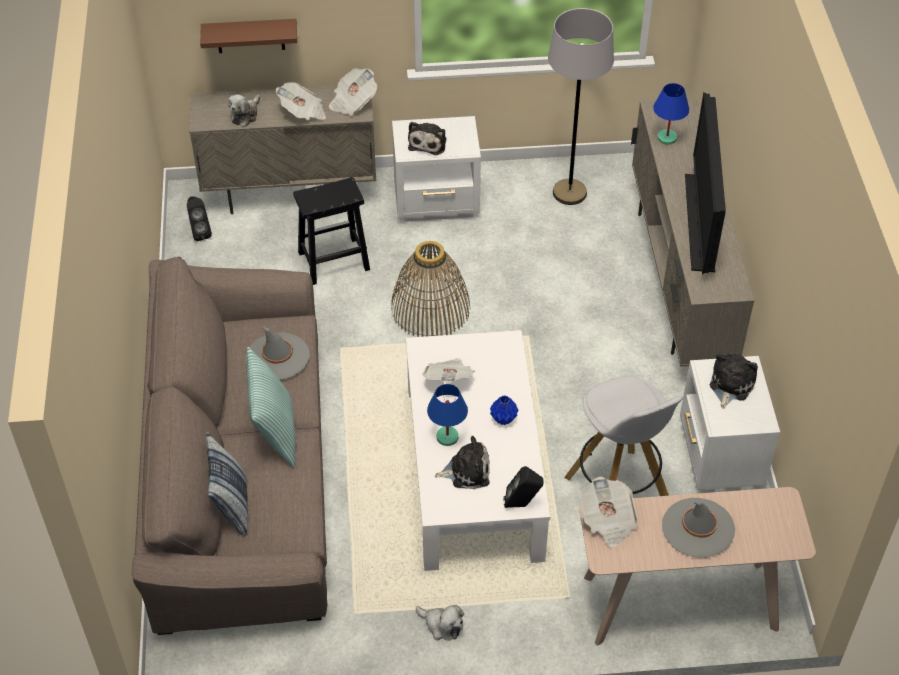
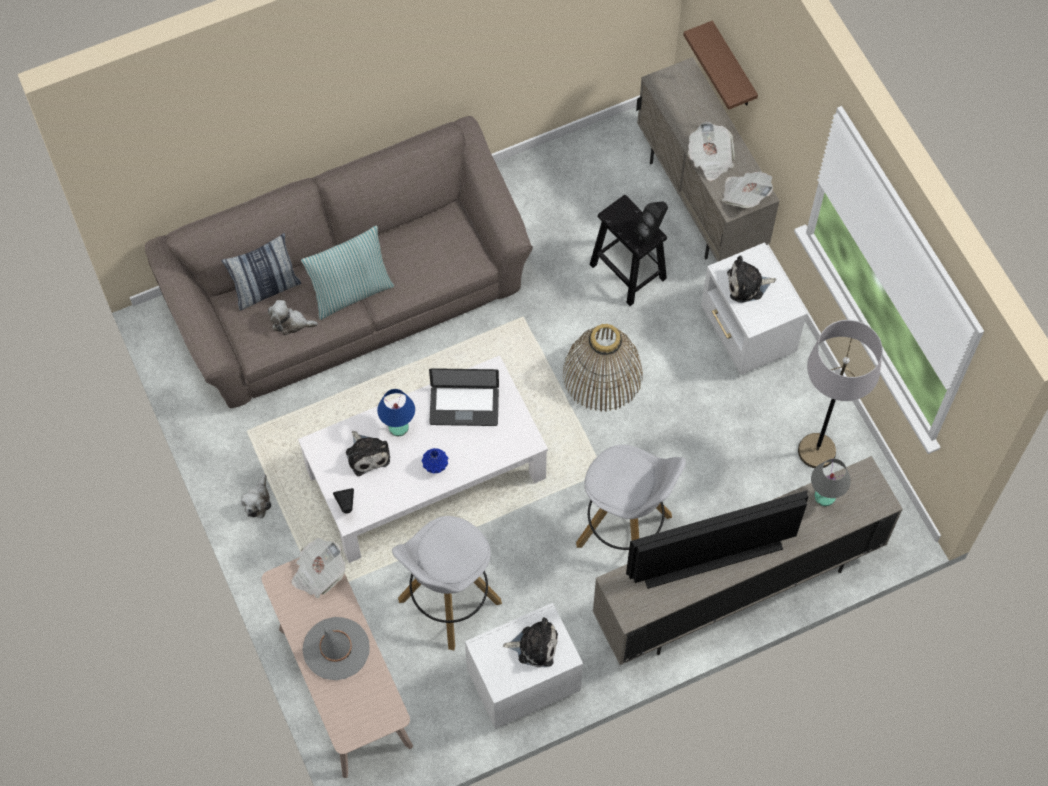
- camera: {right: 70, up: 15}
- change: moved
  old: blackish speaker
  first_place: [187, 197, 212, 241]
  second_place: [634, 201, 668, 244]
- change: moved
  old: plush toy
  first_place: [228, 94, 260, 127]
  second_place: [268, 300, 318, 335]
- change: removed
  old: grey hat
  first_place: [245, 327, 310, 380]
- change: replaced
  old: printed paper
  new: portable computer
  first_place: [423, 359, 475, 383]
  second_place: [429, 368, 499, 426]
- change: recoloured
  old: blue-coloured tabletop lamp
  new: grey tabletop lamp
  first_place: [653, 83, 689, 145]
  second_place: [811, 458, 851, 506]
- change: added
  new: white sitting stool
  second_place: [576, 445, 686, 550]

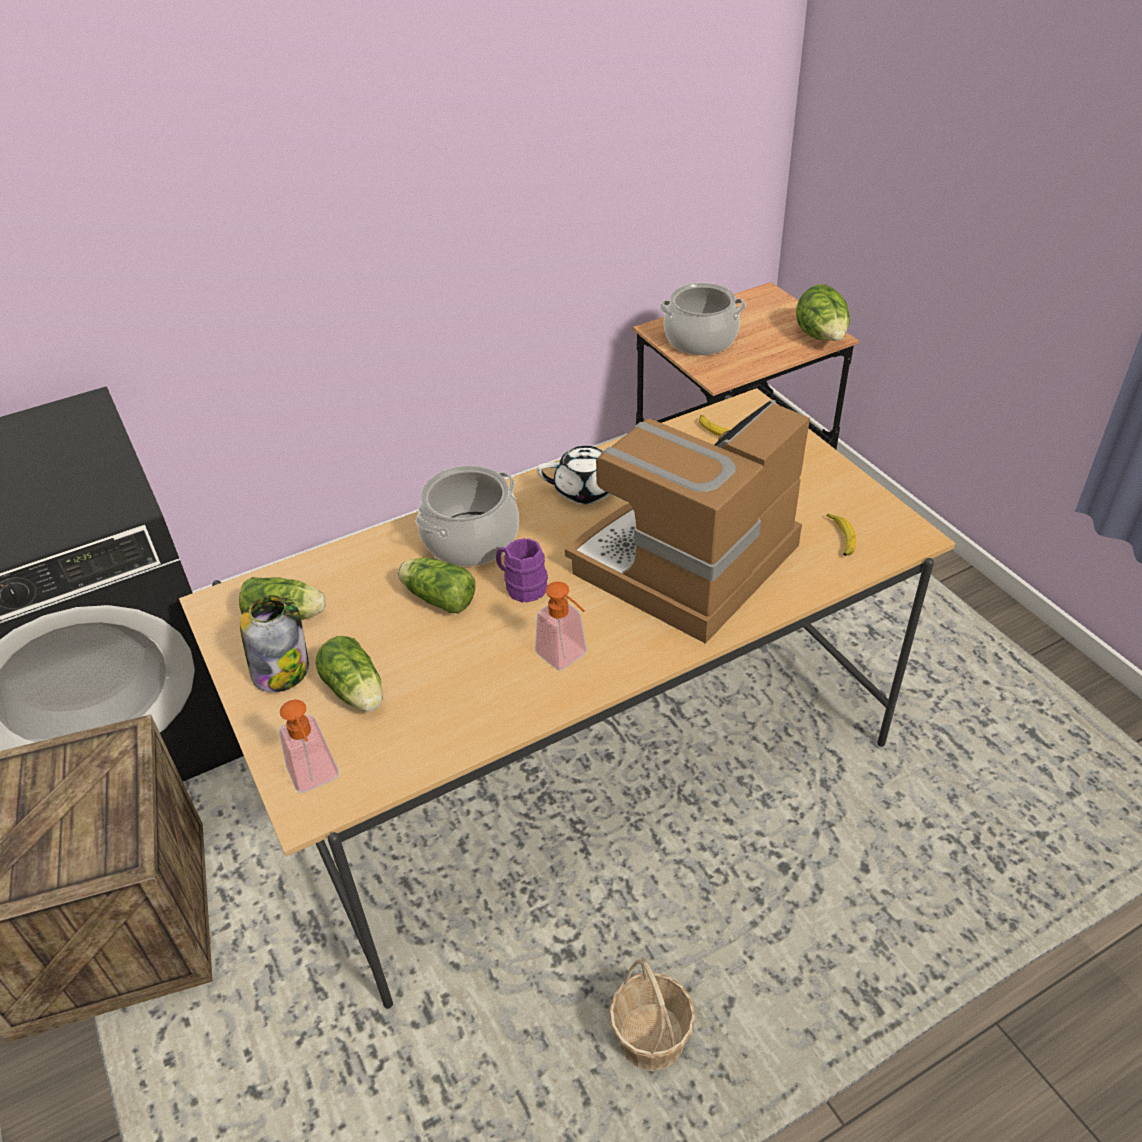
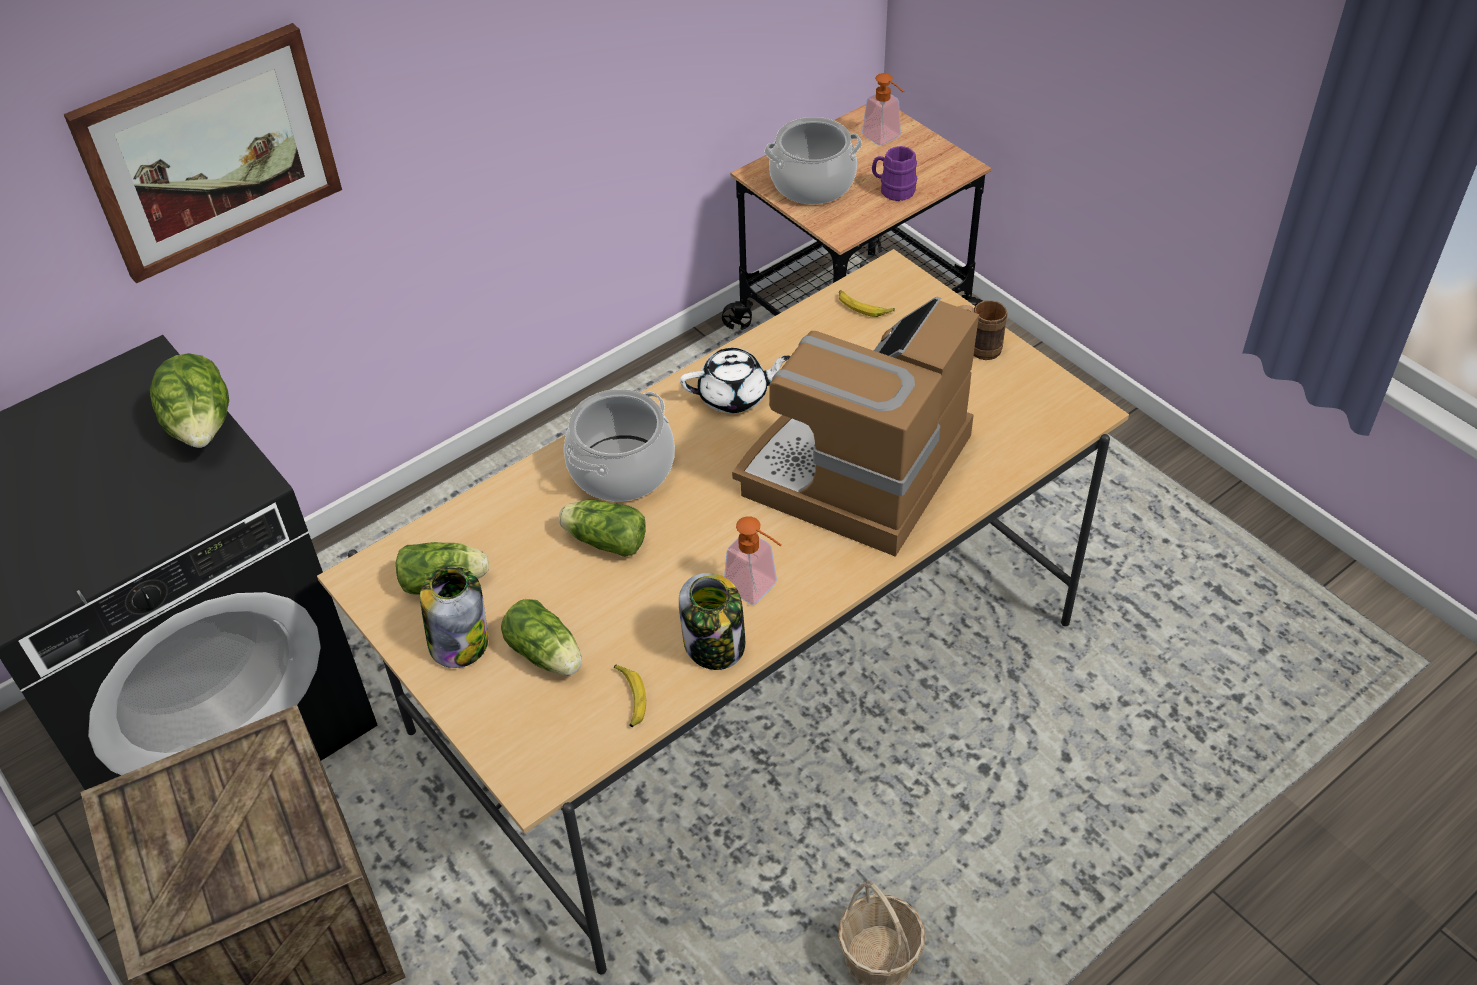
- camera: {right: -10, up: 5}
- change: moved
  old: soap bottle
  first_place: [279, 700, 339, 793]
  second_place: [862, 73, 904, 146]
- change: moved
  old: purple-coloured coffee mug
  first_place: [496, 538, 548, 603]
  second_place: [872, 146, 917, 201]
- change: moved
  old: lettuce head
  first_place: [796, 284, 850, 341]
  second_place: [150, 353, 229, 448]
- change: moved
  old: banana fruit
  first_place: [827, 513, 856, 556]
  second_place: [614, 665, 646, 727]
- change: added
  new: picture
  second_place: [64, 23, 342, 283]
- change: added
  new: storage jar
  second_place: [679, 573, 745, 670]
- change: added
  new: brownish coffee mug
  second_place: [959, 300, 1007, 360]

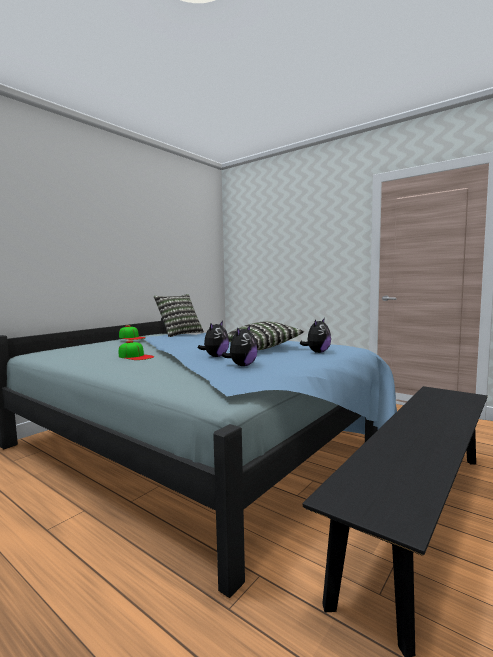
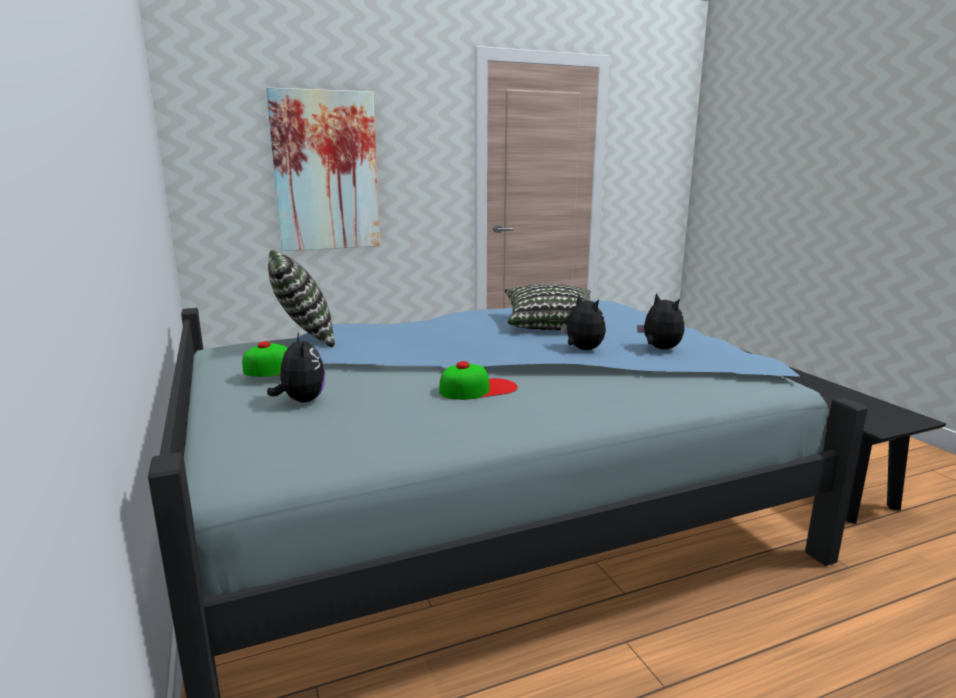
- camera: {right: -60, up: 10}
- change: moved
  old: plush toy
  first_place: [300, 318, 331, 353]
  second_place: [267, 333, 325, 402]
- change: added
  new: picture
  second_place: [266, 87, 380, 251]

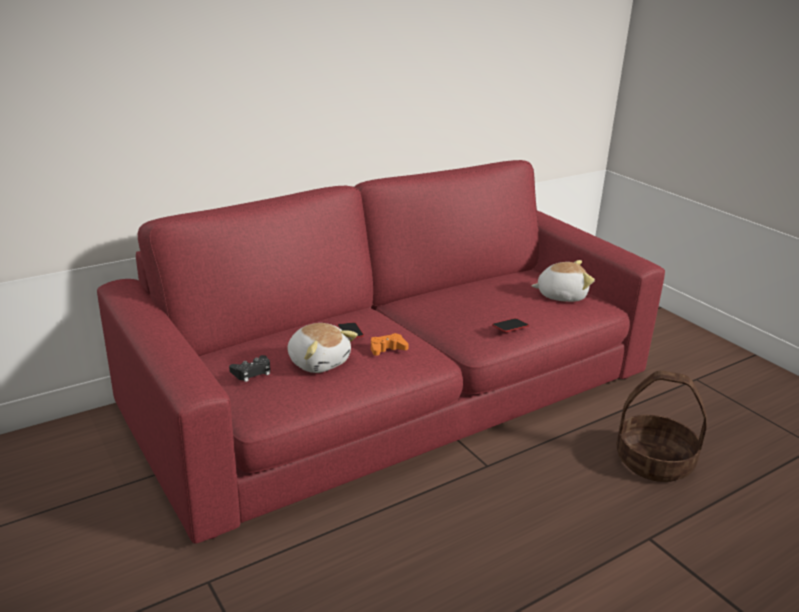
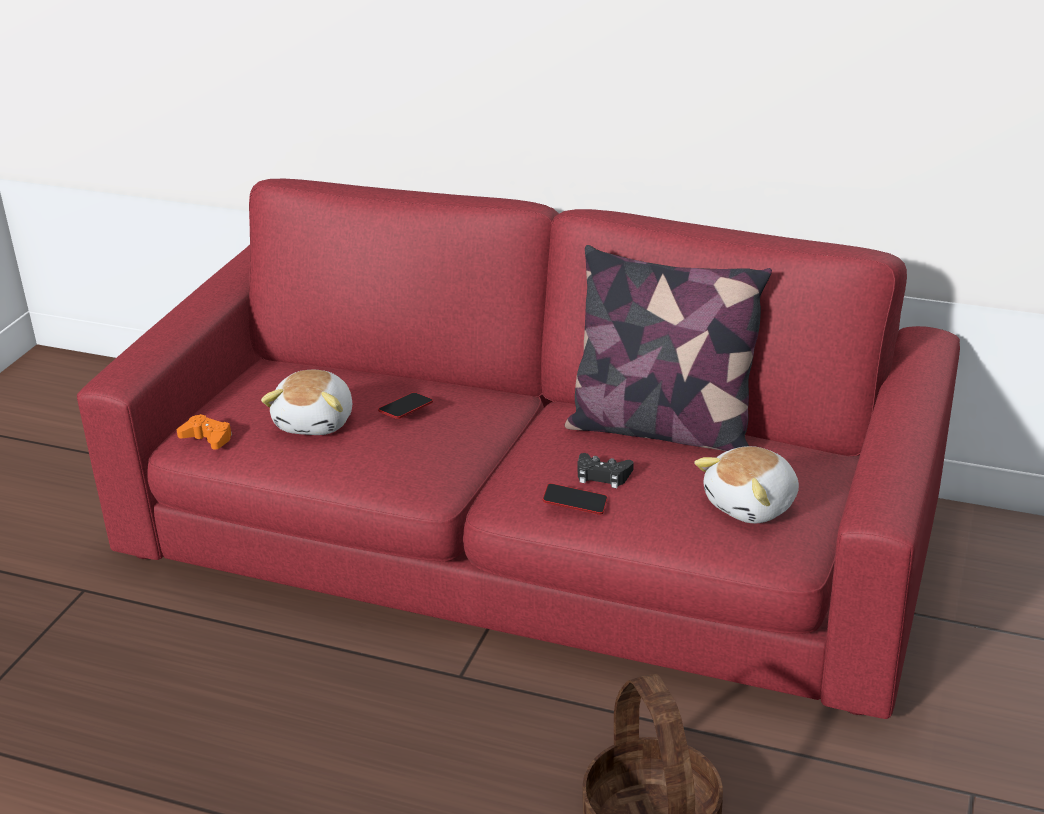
- camera: {right: 55, up: 5}
- change: moved
  old: blackish joypad
  first_place: [229, 355, 270, 382]
  second_place: [577, 453, 634, 488]
- change: moved
  old: orangey joypad
  first_place: [371, 333, 409, 356]
  second_place: [177, 414, 232, 450]
- change: turned
  old: plush toy
  first_place: [531, 260, 595, 302]
  second_place: [694, 446, 799, 523]
  degrees: 90
- change: added
  new: pillow
  second_place: [565, 245, 772, 451]

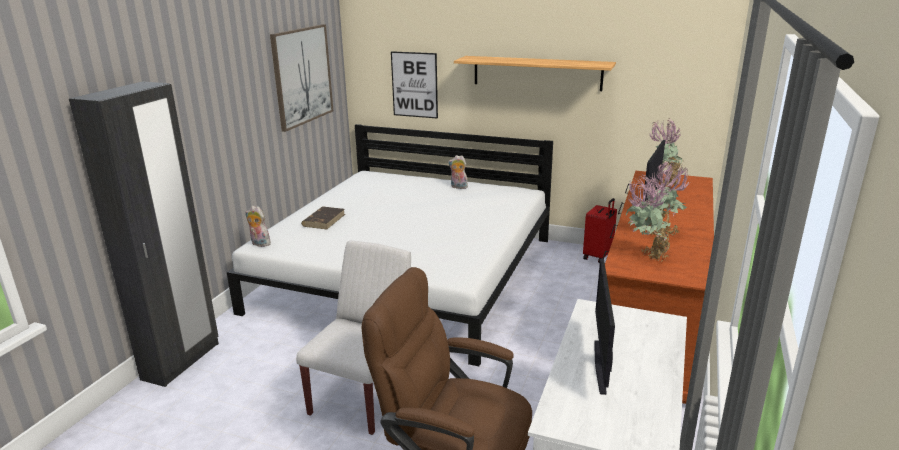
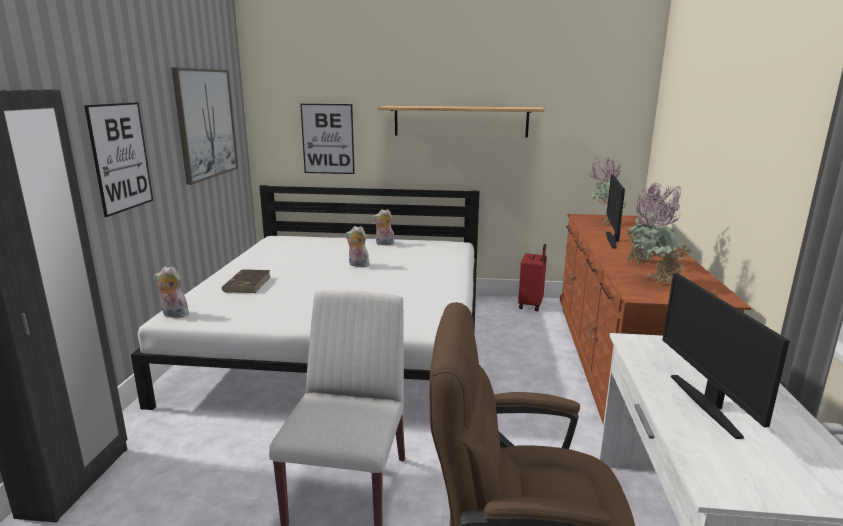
- camera: {right: -15, up: -5}
- change: added
  new: picture
  second_place: [84, 102, 153, 217]
- change: added
  new: plush toy
  second_place: [345, 226, 369, 267]

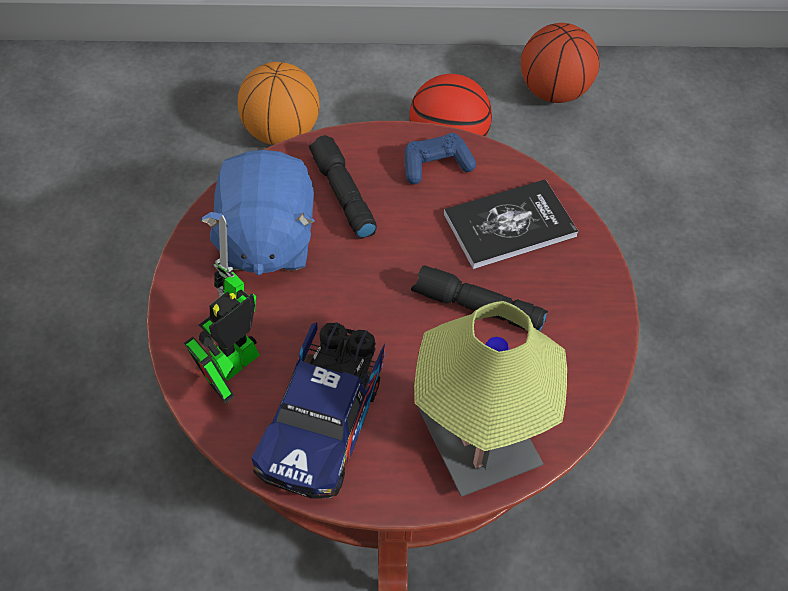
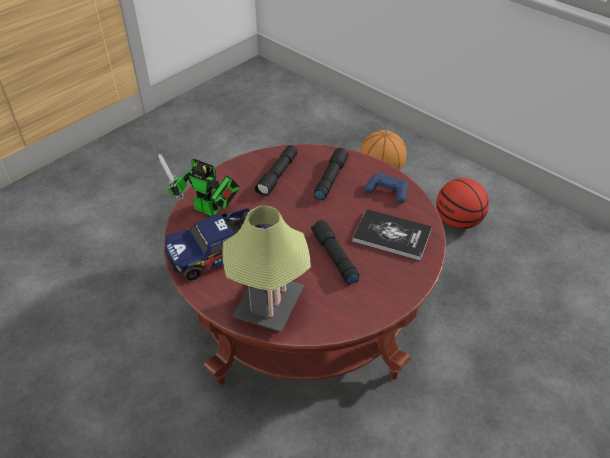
- camera: {right: 45, up: -10}
- change: turned
  old: robot figure
  first_place: [184, 215, 260, 404]
  second_place: [158, 154, 240, 216]
  degrees: -150
- change: replaced
  old: blue-coloured plush toy
  new: blackish flashlight
  first_place: [200, 150, 315, 276]
  second_place: [255, 145, 297, 196]
- change: removed
  old: ball for basketball
  first_place: [521, 23, 600, 103]

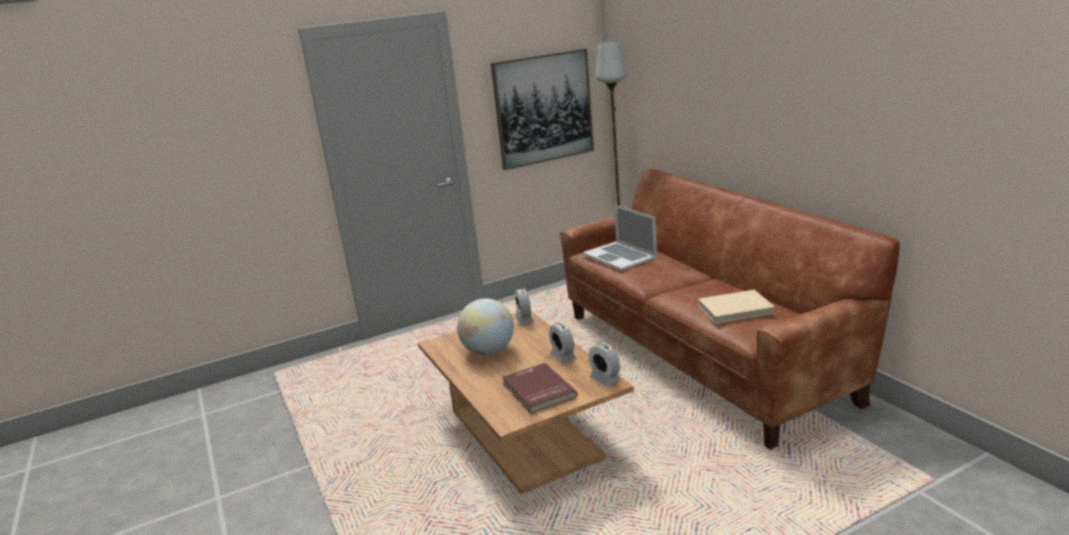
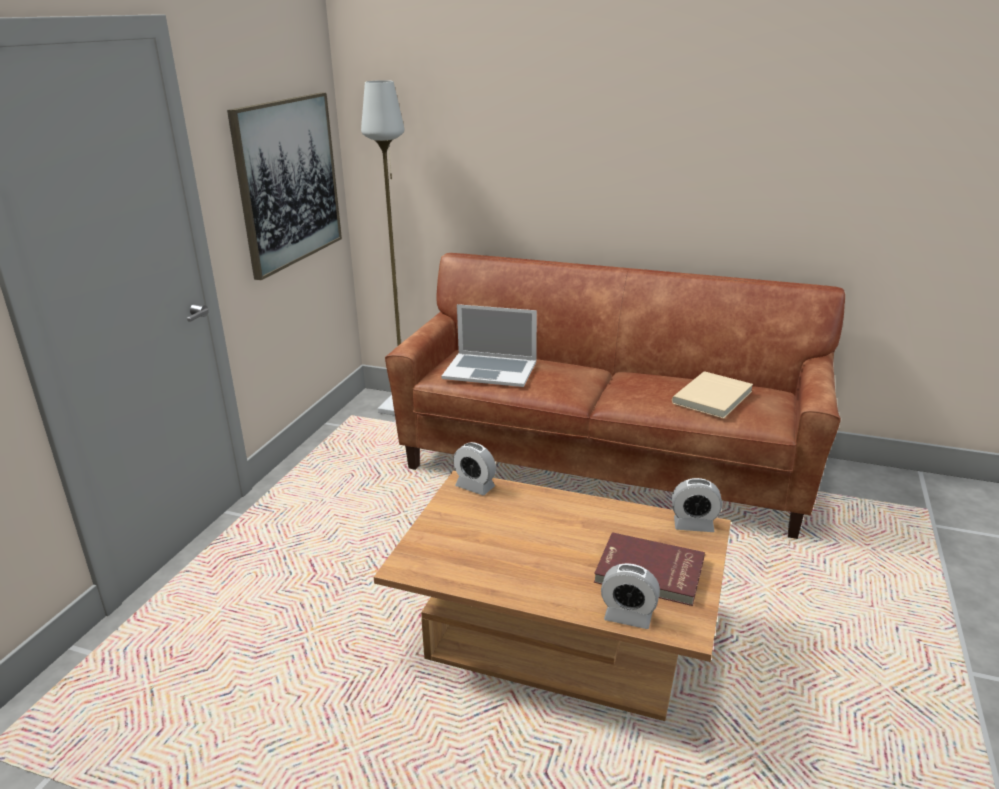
- camera: {right: -45, up: 5}
- change: removed
  old: desk globe
  first_place: [457, 298, 514, 355]
- change: moved
  old: alarm clock
  first_place: [549, 323, 577, 364]
  second_place: [601, 563, 660, 629]

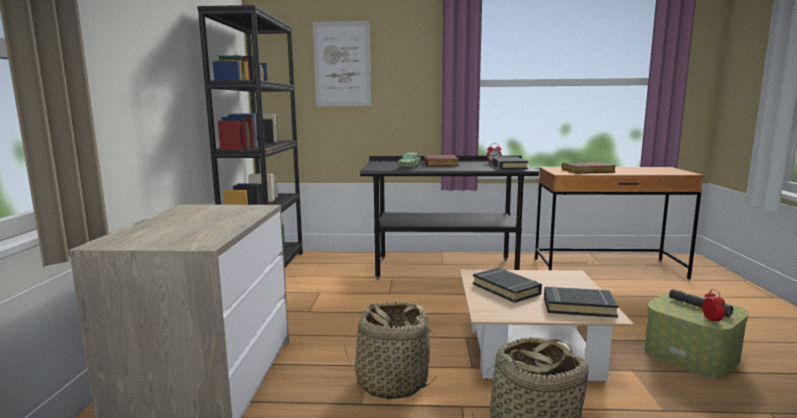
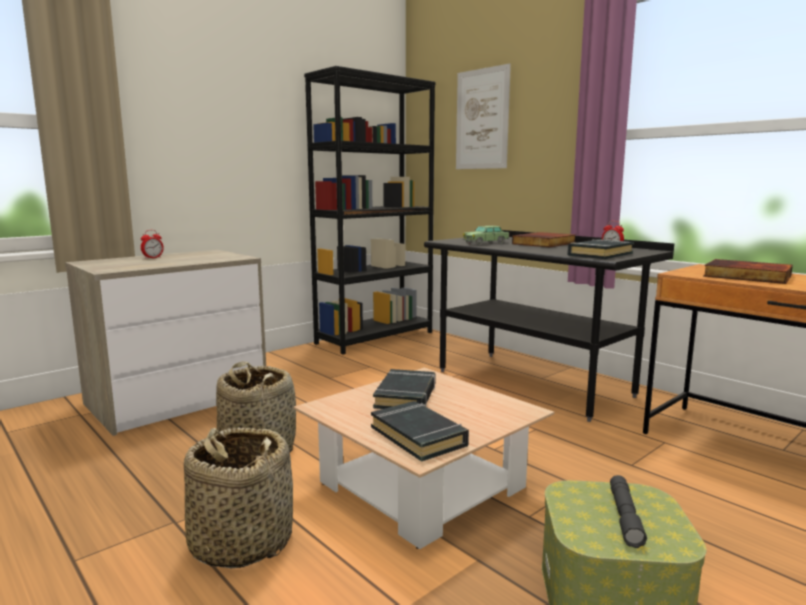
- camera: {right: 45, up: 0}
- change: moved
  old: alarm clock
  first_place: [702, 289, 725, 324]
  second_place: [141, 230, 164, 259]

